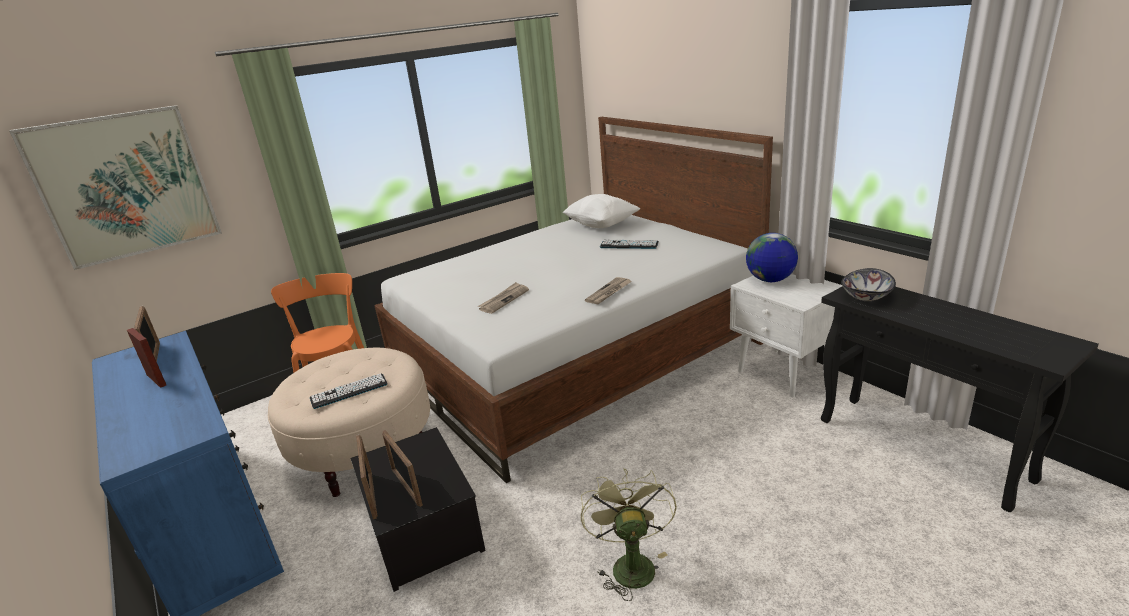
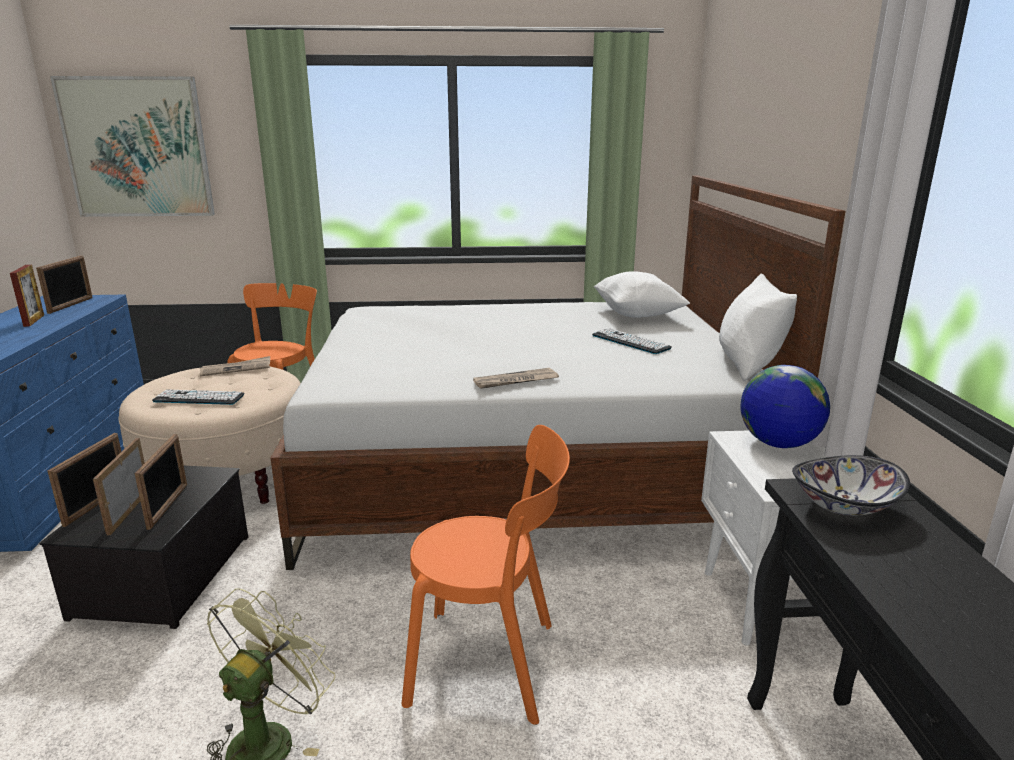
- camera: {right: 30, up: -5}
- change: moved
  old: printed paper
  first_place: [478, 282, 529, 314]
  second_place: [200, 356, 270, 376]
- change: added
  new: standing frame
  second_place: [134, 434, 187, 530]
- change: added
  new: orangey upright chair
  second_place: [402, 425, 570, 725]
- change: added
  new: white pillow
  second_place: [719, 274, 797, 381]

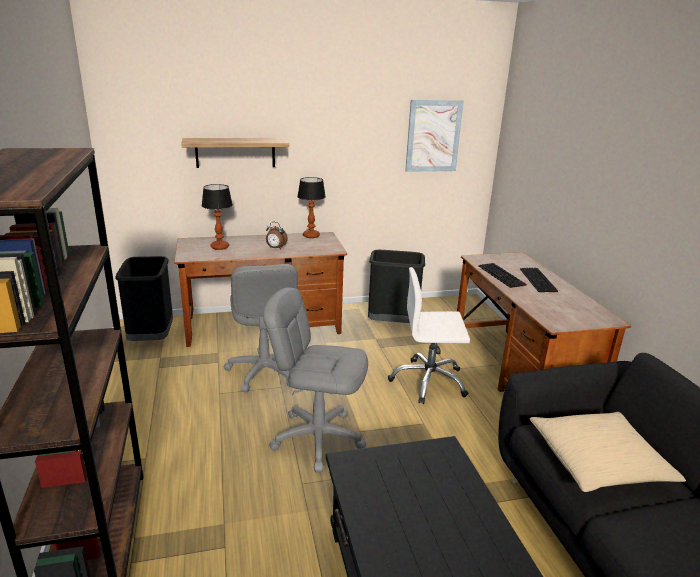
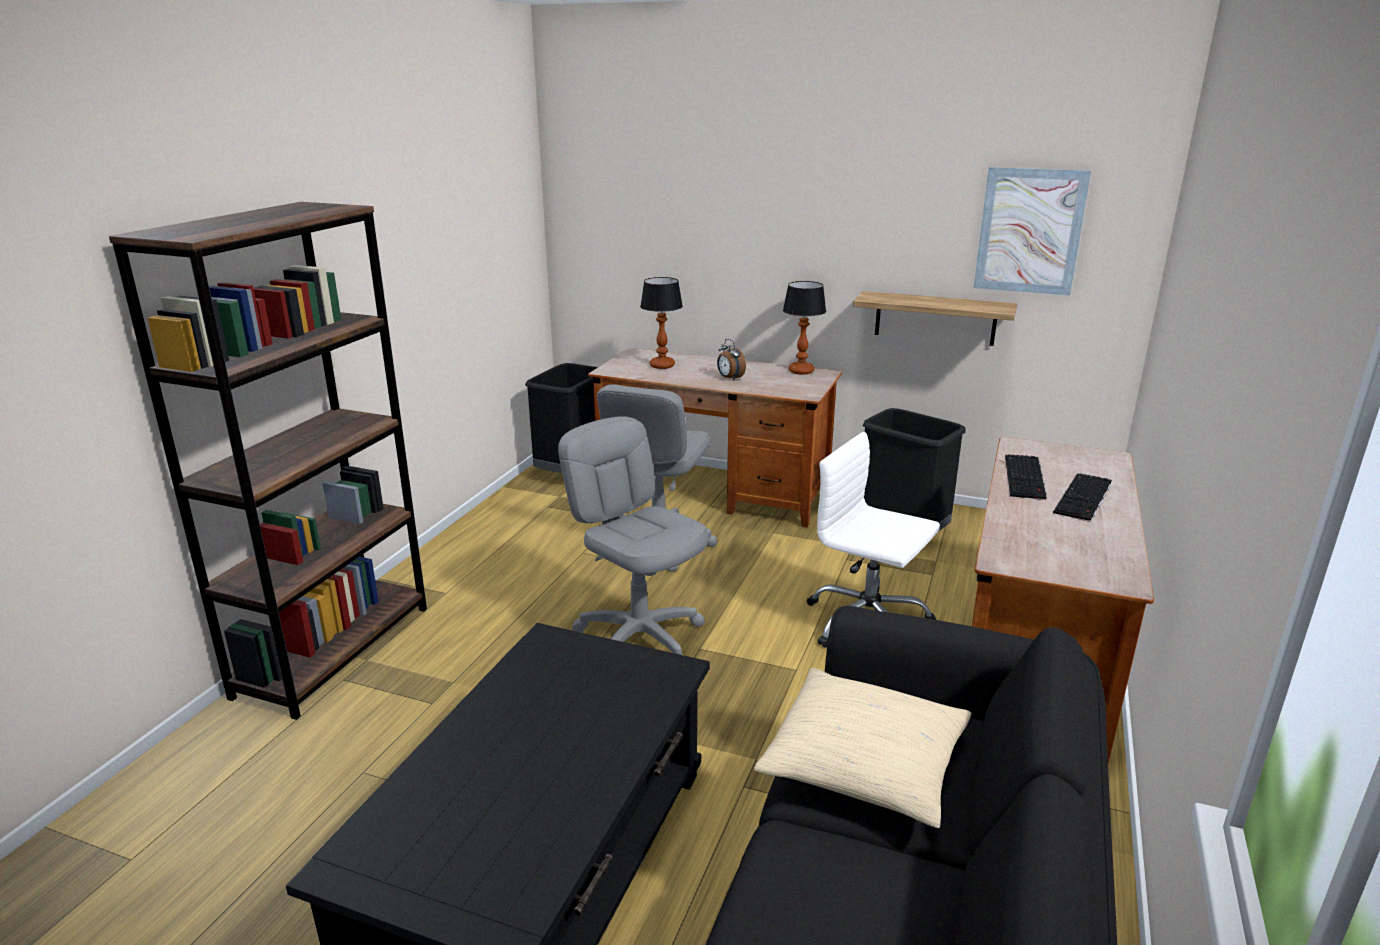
- camera: {right: 35, up: 0}
- change: moved
  old: shelf
  first_place: [181, 138, 289, 168]
  second_place: [853, 291, 1017, 346]

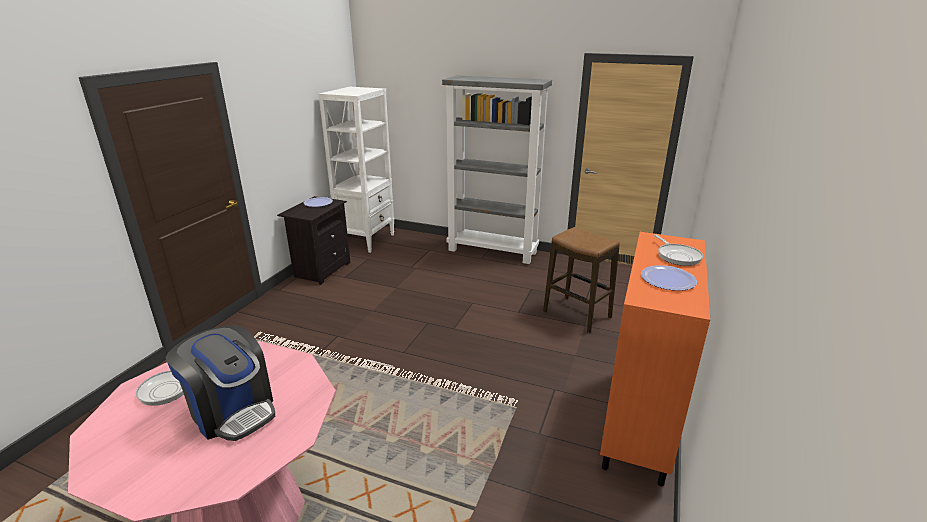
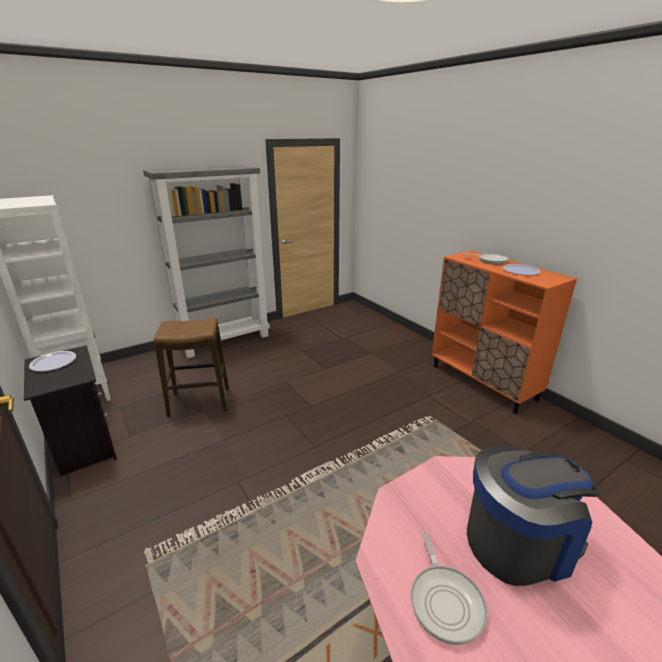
- camera: {right: -55, up: 0}
- change: moved
  old: sitting stool
  first_place: [543, 227, 620, 333]
  second_place: [154, 318, 229, 417]

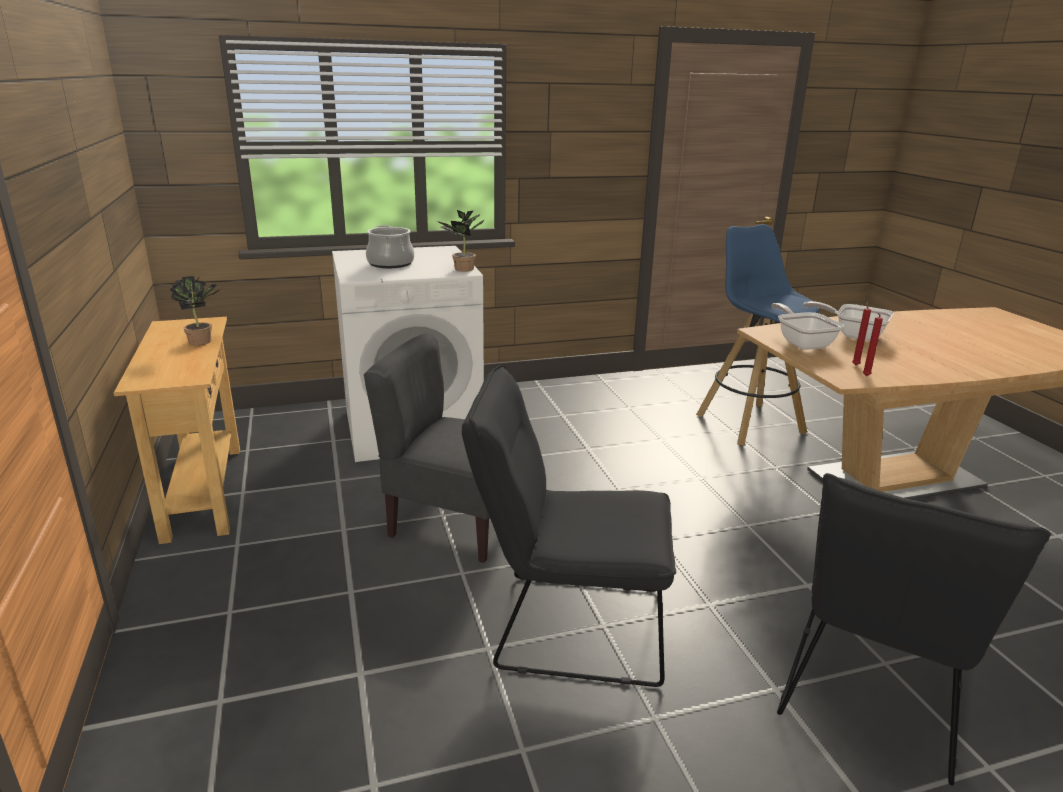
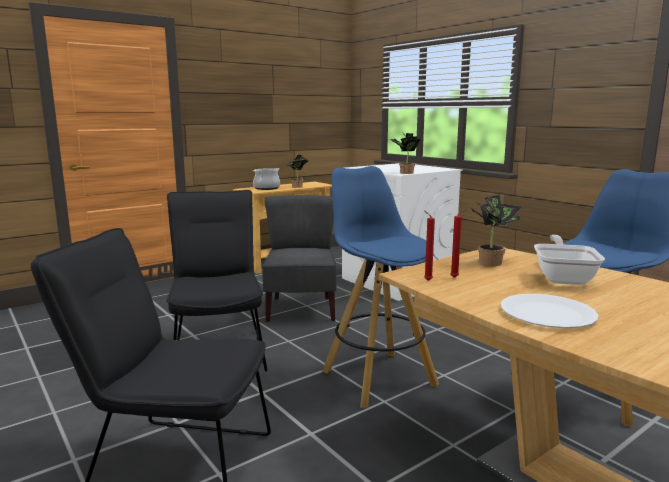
- camera: {right: 70, up: -10}
- change: moved
  old: cooking pot
  first_place: [366, 225, 414, 268]
  second_place: [252, 168, 280, 190]
- change: replaced
  old: frying pan
  new: plant in a pot
  first_place: [771, 303, 844, 350]
  second_place: [470, 195, 522, 266]
- change: added
  new: blue-coloured sitting stool
  second_place: [322, 166, 439, 408]
- change: added
  new: white plate
  second_place: [500, 294, 598, 328]

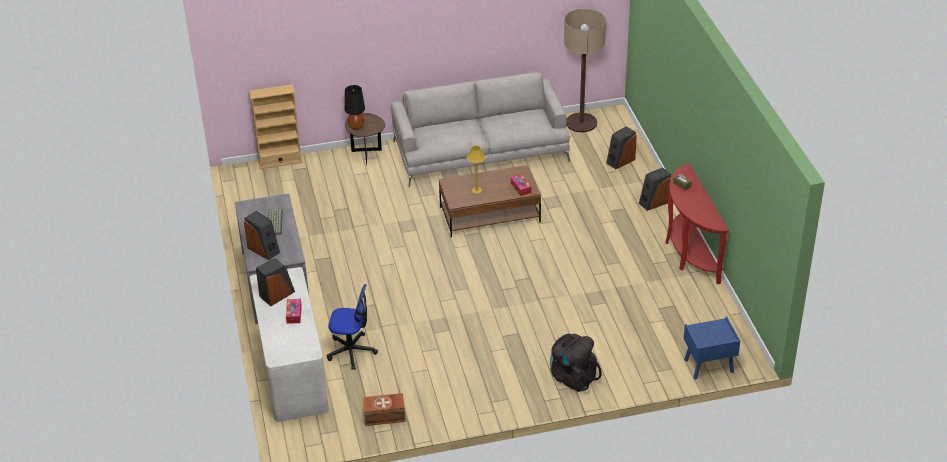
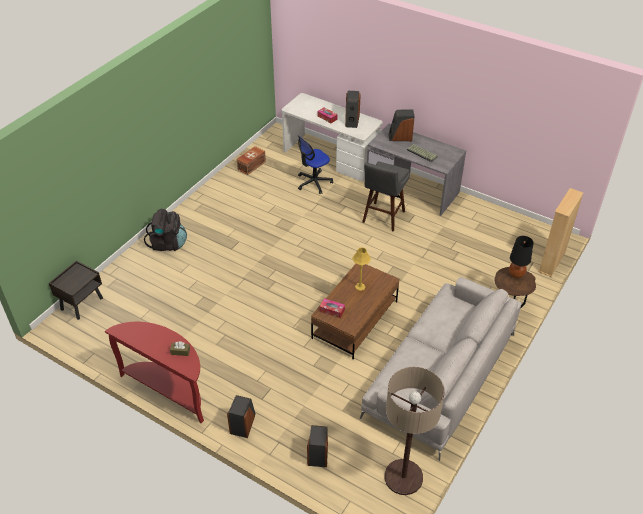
- camera: {right: 135, up: 5}
- change: recoloured
  old: blue-coloured night table
  new: brownish night table
  first_place: [684, 317, 740, 380]
  second_place: [49, 261, 103, 320]
- change: added
  new: grey sitting stool
  second_place: [362, 161, 410, 232]

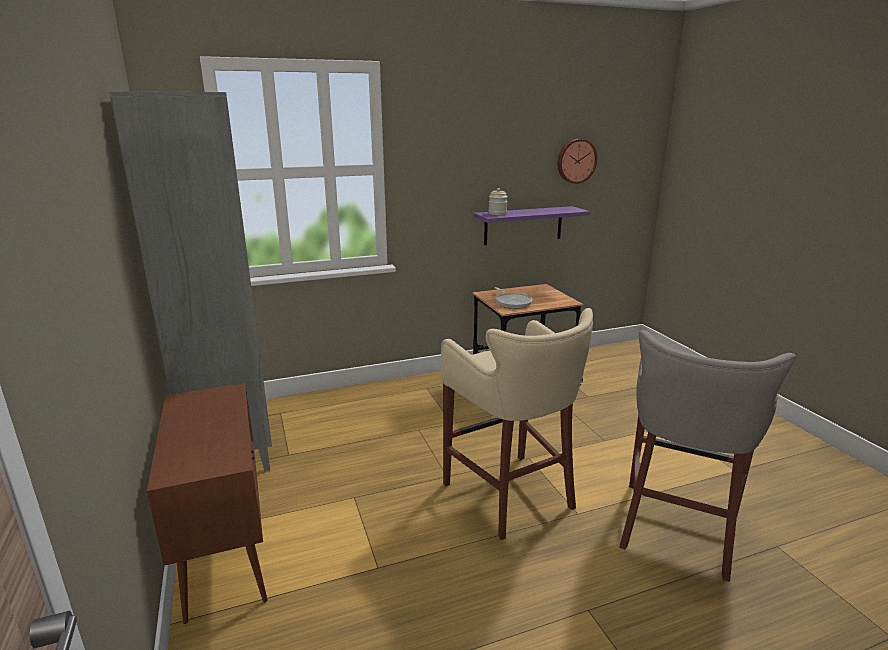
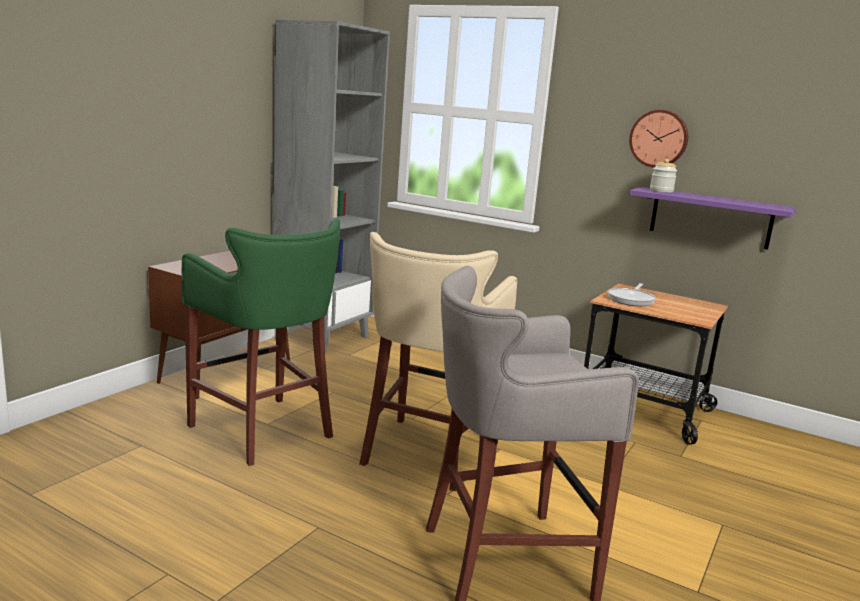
- camera: {right: 50, up: -5}
- change: moved
  old: hanging clock
  first_place: [557, 139, 597, 184]
  second_place: [629, 110, 688, 167]
- change: added
  new: green sitting stool
  second_place: [182, 219, 340, 466]

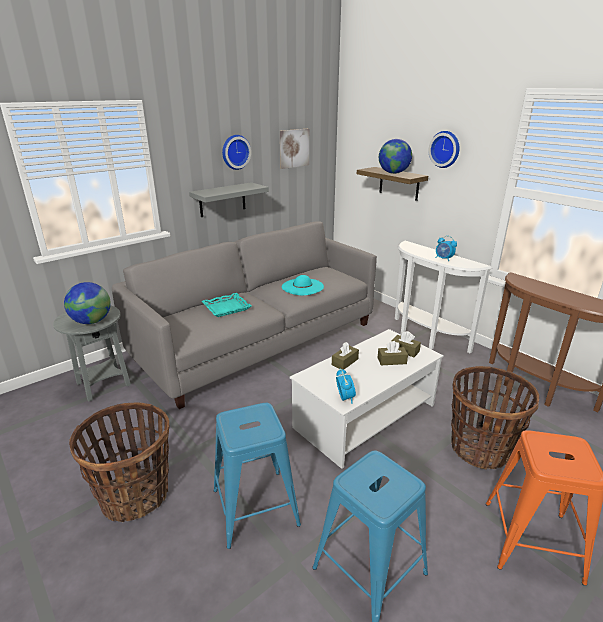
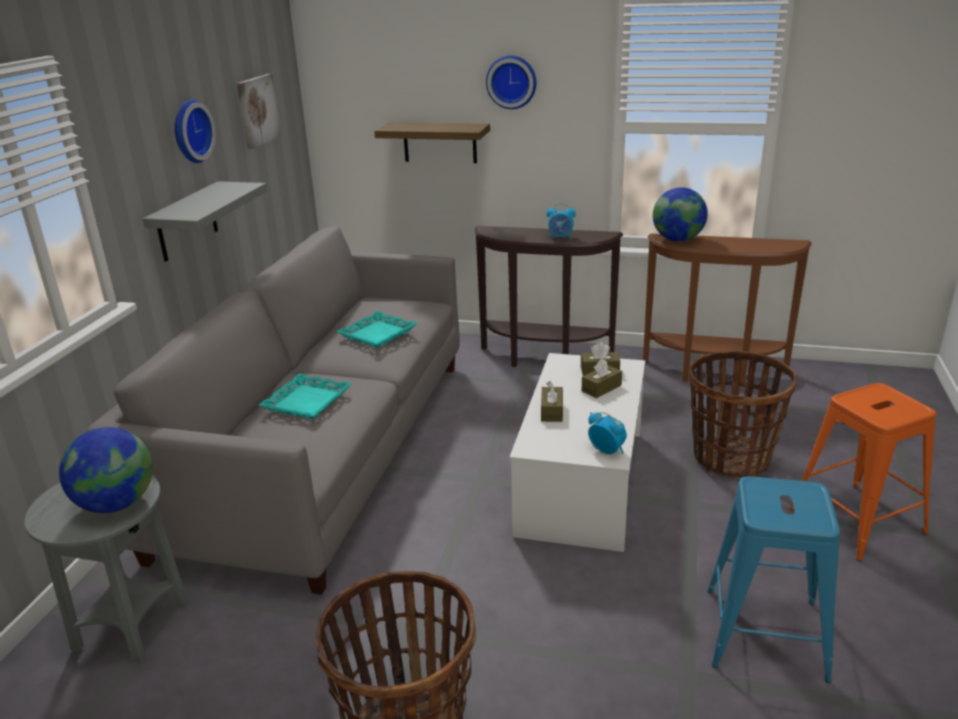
- camera: {right: -35, up: 0}
- change: removed
  old: blue-coloured sitting stool
  first_place: [214, 403, 301, 549]
- change: replaced
  old: turquoise-coloured hat
  new: turquoise-coloured serving tray
  first_place: [282, 275, 324, 295]
  second_place: [337, 311, 417, 348]
- change: moved
  old: desk globe
  first_place: [379, 139, 412, 174]
  second_place: [653, 187, 708, 242]
- change: recoloured
  old: white hall table
  new: brownish hall table
  first_place: [395, 241, 492, 353]
  second_place: [475, 226, 623, 367]

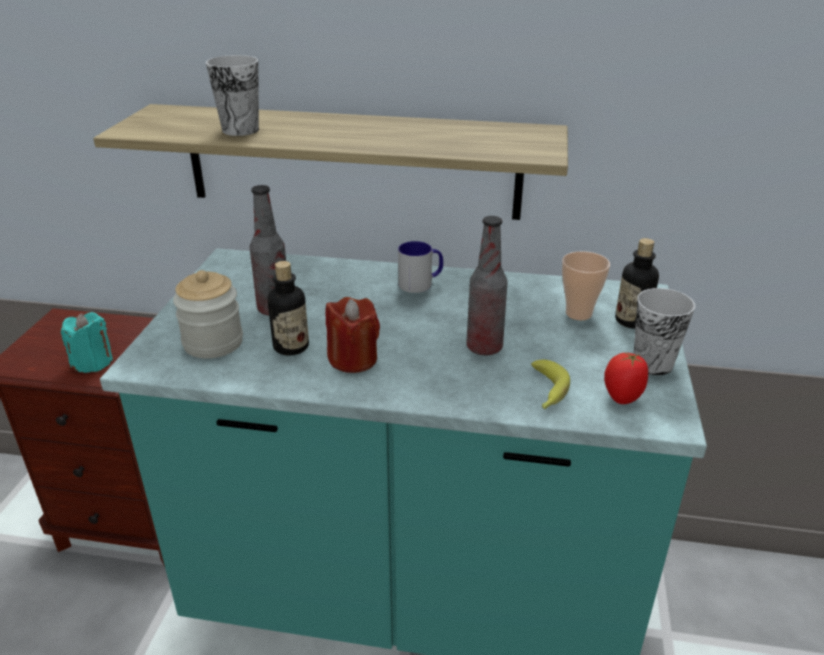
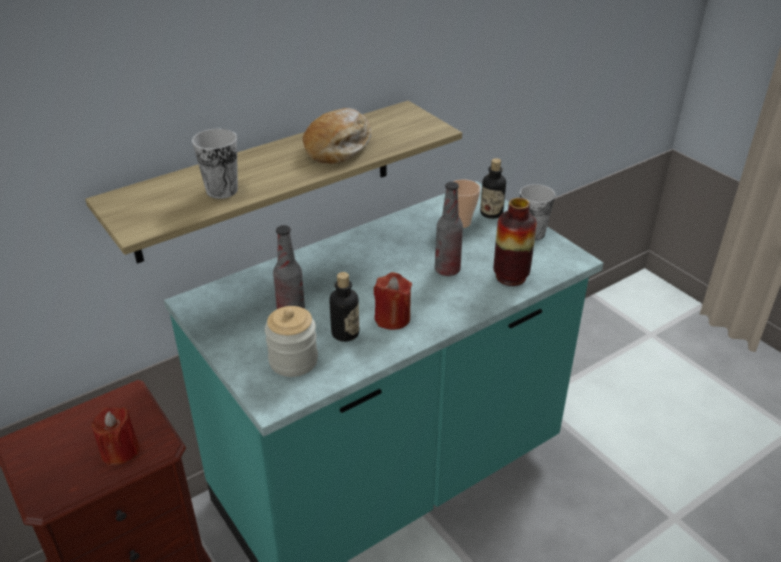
- camera: {right: -45, up: 5}
- change: recoloured
  old: turquoise-coloured wax candle
  new: red wax candle
  first_place: [61, 312, 113, 373]
  second_place: [91, 407, 139, 466]
- change: removed
  old: coffee mug
  first_place: [398, 241, 443, 293]
- change: replaced
  old: banana fruit
  new: decorative vase
  first_place: [531, 360, 570, 410]
  second_place: [494, 198, 537, 286]
- change: removed
  old: whole tomato
  first_place: [604, 353, 648, 404]
- change: added
  new: bakery bread
  second_place: [303, 108, 371, 164]

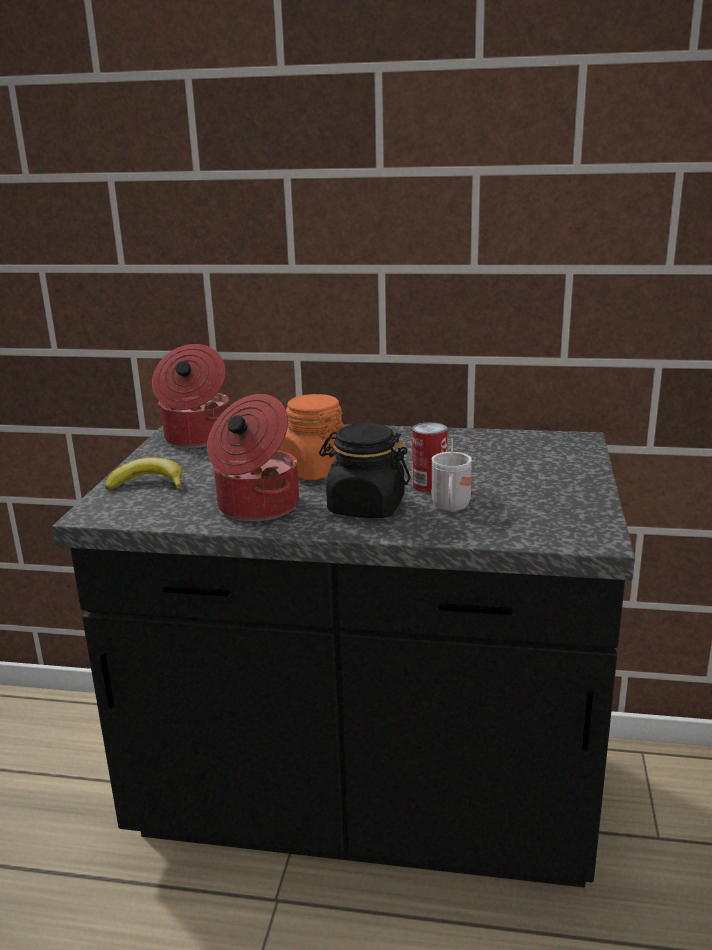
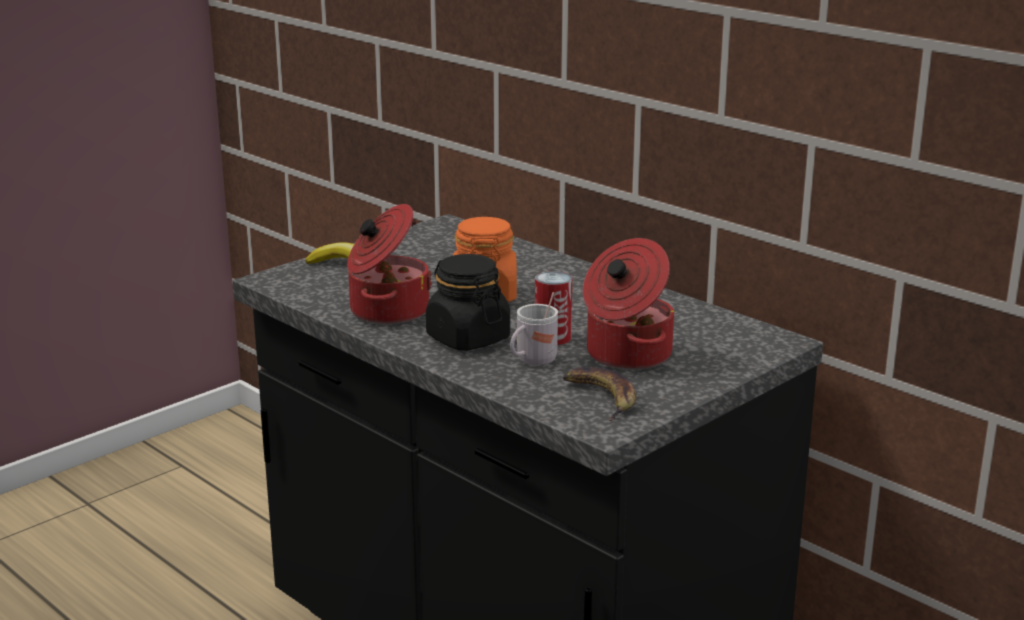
- camera: {right: 35, up: 0}
- change: moved
  old: cooking pot
  first_place: [152, 344, 230, 448]
  second_place: [583, 238, 675, 370]
- change: added
  new: banana fruit
  second_place: [562, 367, 636, 421]

